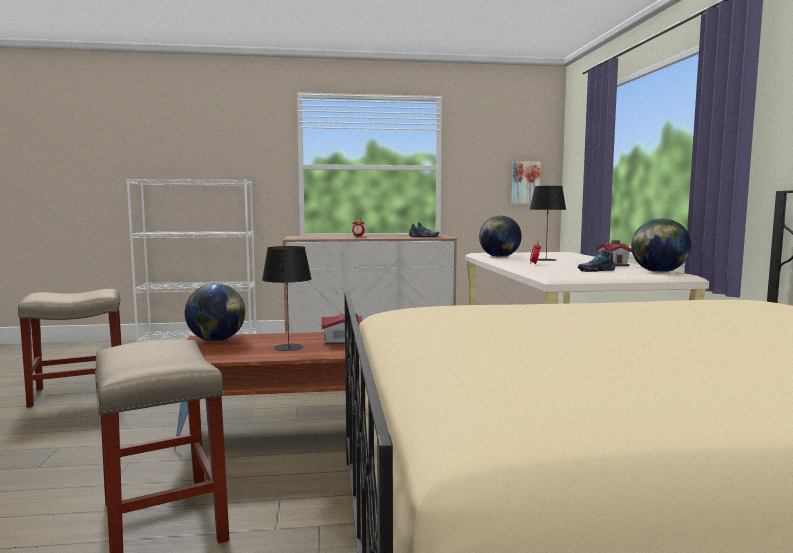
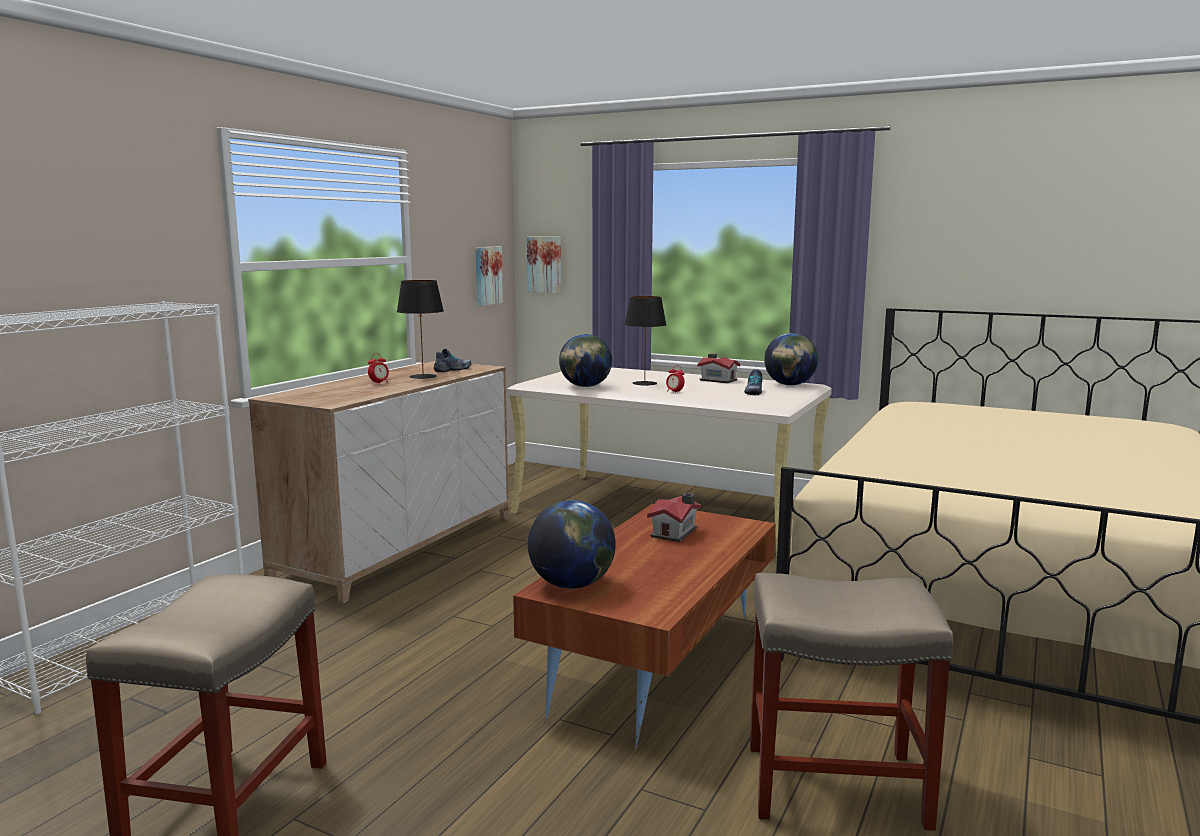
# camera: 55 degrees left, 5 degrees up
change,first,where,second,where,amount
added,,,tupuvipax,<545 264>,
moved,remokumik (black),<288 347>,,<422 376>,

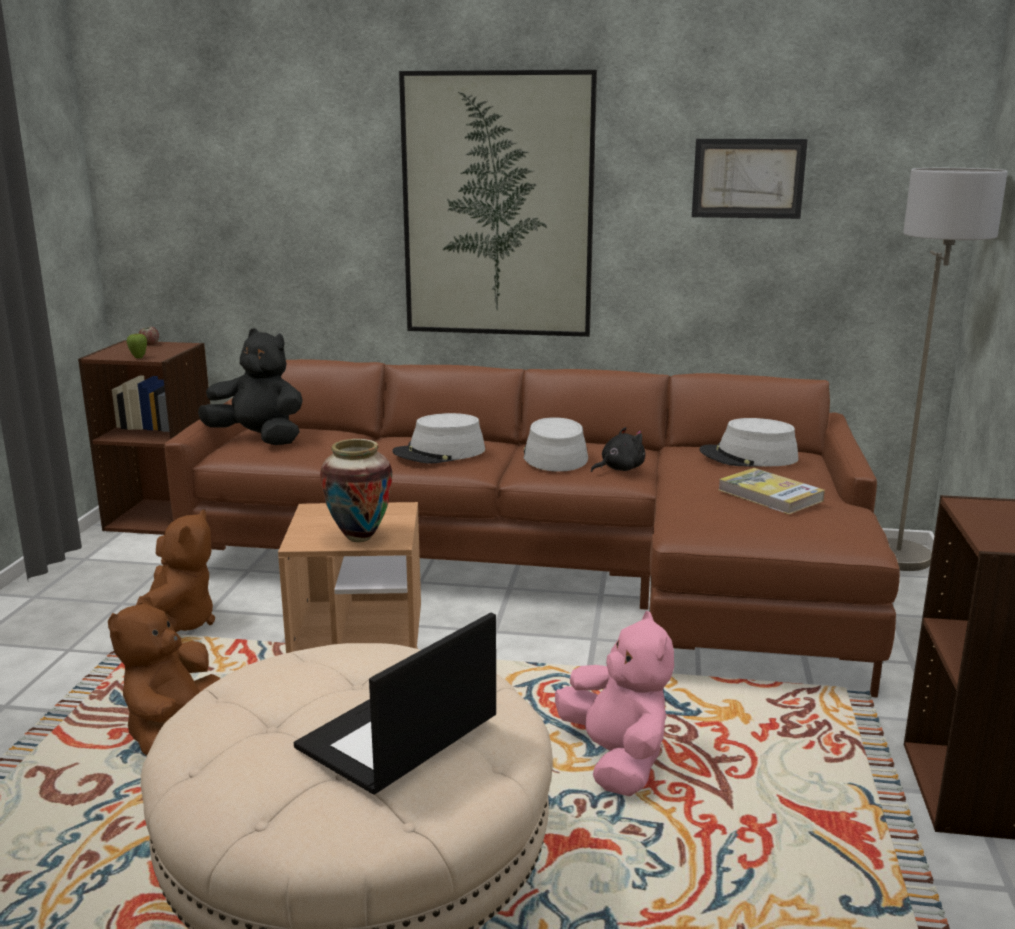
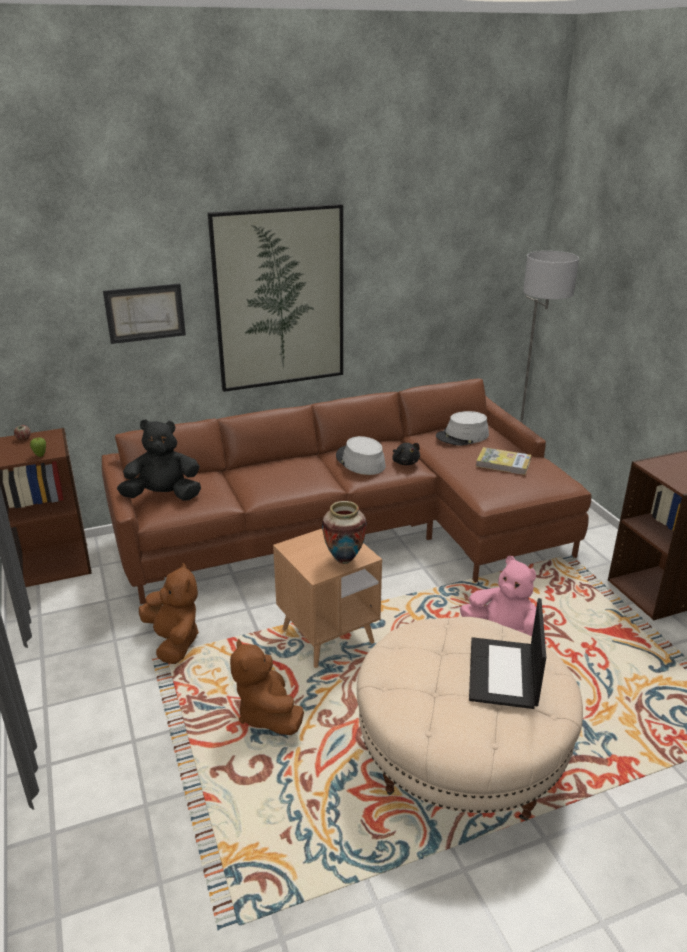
# camera: 30 degrees left, 10 degrees up
change,first,where,second,where,amount
removed,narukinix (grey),<439 452>,,,
moved,tupuvipax,<748 178>,,<145 313>,
turned,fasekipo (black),<619 469>,,<405 462>,120 degrees clockwise

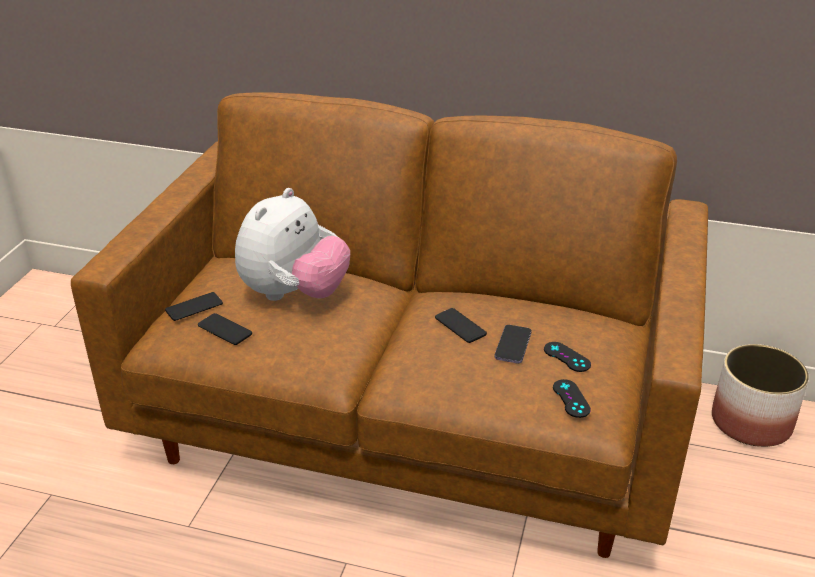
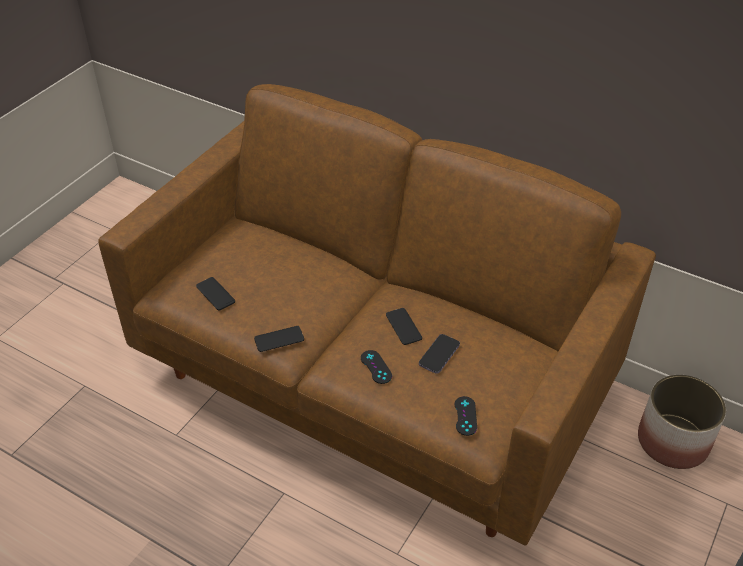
# camera: 15 degrees right, 10 degrees up
change,first,where,second,where,amount
removed,fasekipo,<294 294>,,,
moved,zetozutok,<194 307>,,<279 339>,
moved,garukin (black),<567 357>,,<376 367>,

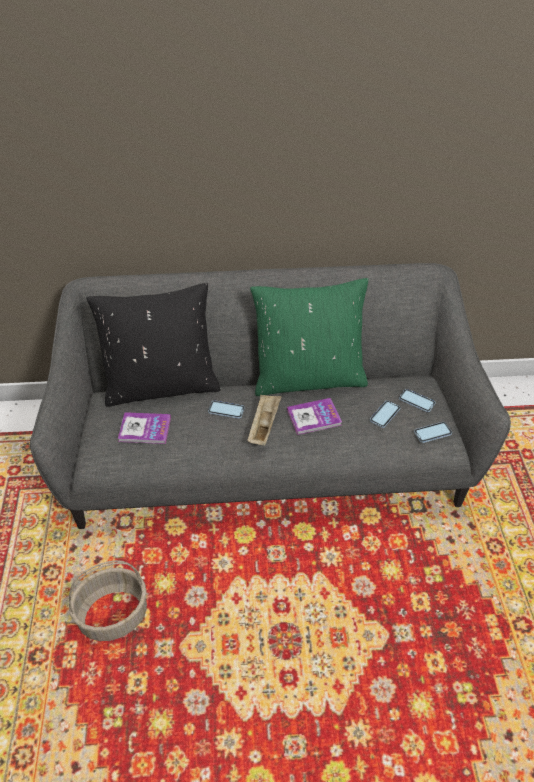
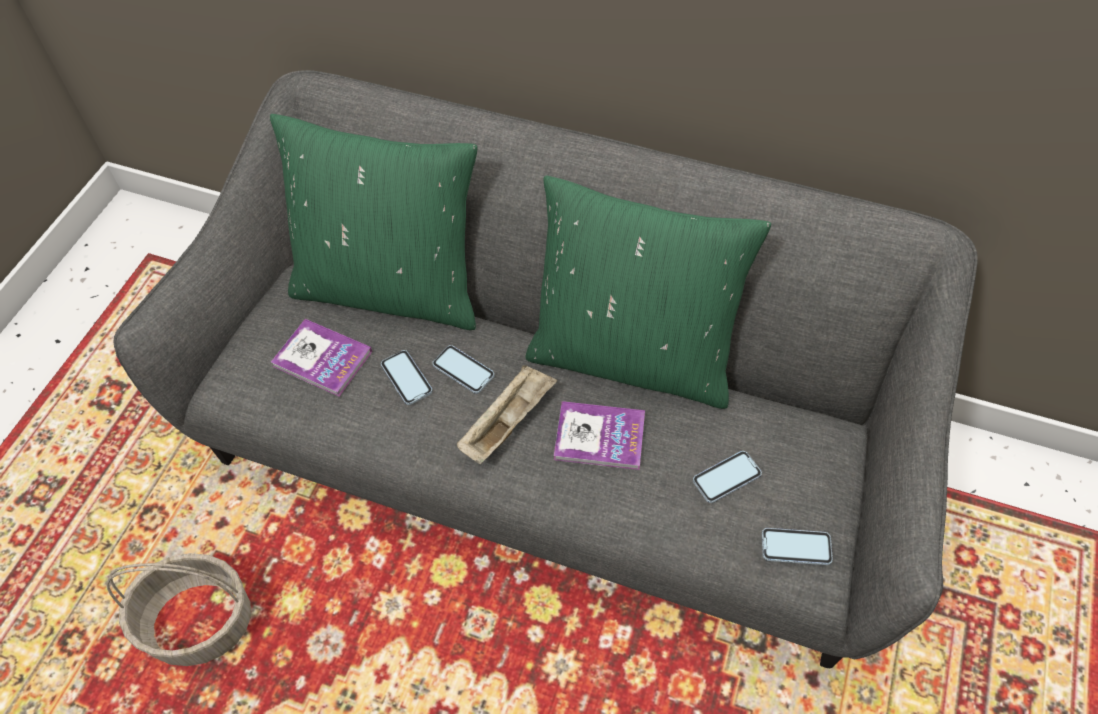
# camera: 25 degrees right, 10 degrees up
change,first,where,second,where,amount
moved,zetozutok,<416 401>,,<406 378>,
recoloured,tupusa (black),<162 385>,tupusa (green),<391 288>,

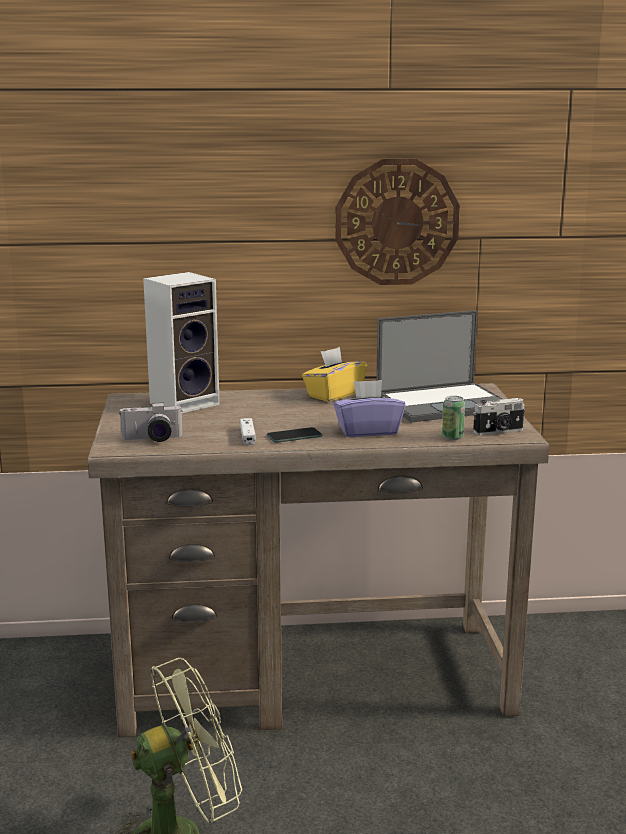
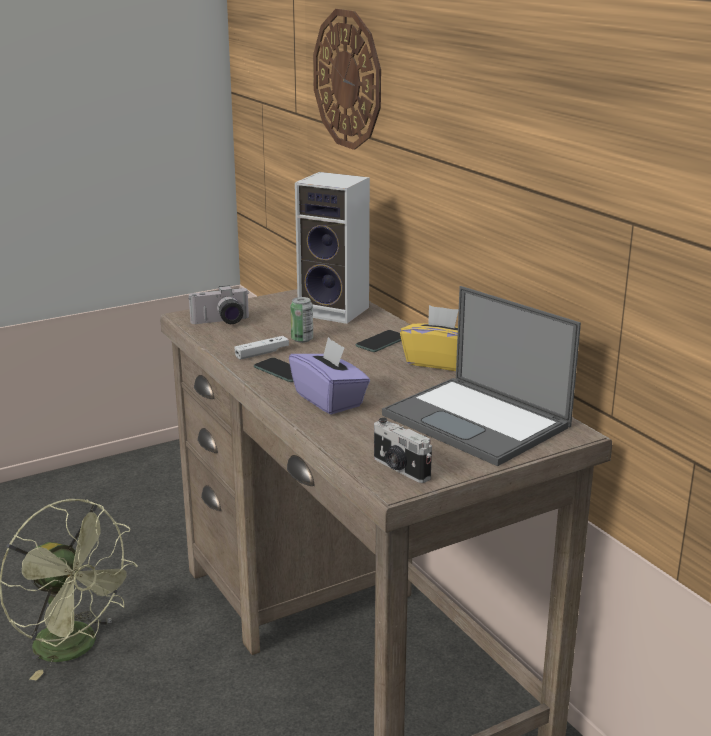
# camera: 65 degrees right, 5 degrees up
change,first,where,second,where,amount
added,,,zetozutok,<381 342>,
moved,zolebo,<397 222>,,<348 79>,
moved,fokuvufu,<452 437>,,<302 339>,
turned,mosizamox,<152 439>,,<221 322>,75 degrees counterclockwise

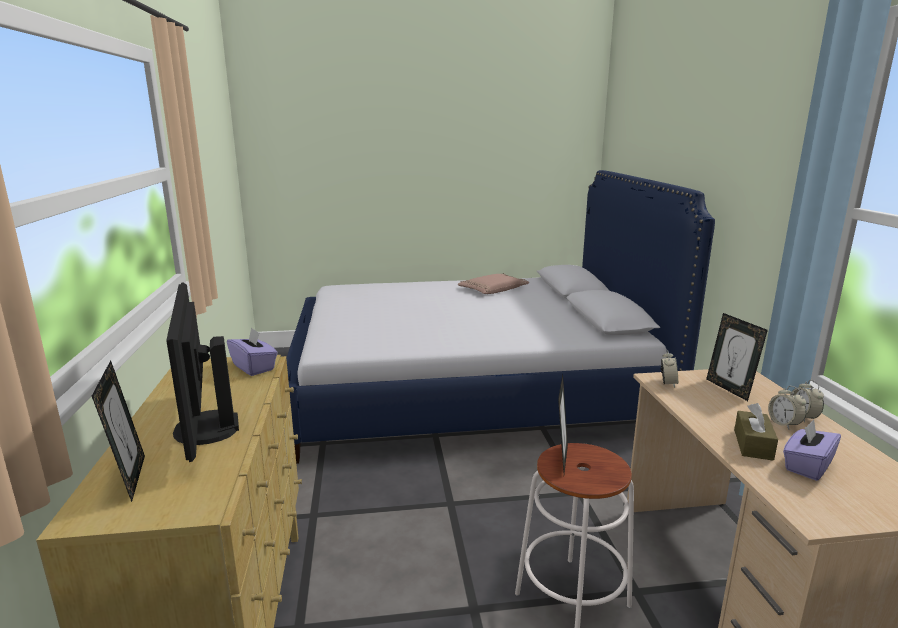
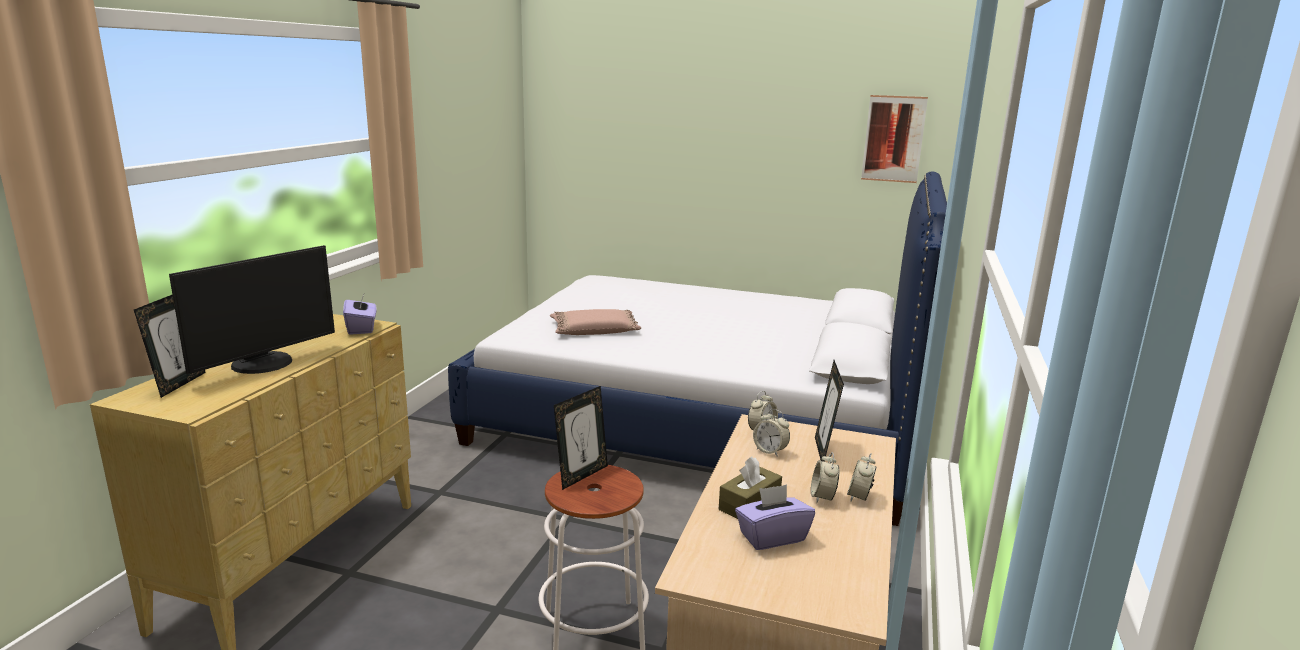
# camera: 25 degrees right, 0 degrees up
change,first,where,second,where,amount
added,,,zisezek,<770 451>,
added,,,tupuvipax,<893 139>,
moved,tupusa (beige),<493 288>,,<595 328>,
turned,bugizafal,<204 428>,,<264 364>,150 degrees counterclockwise

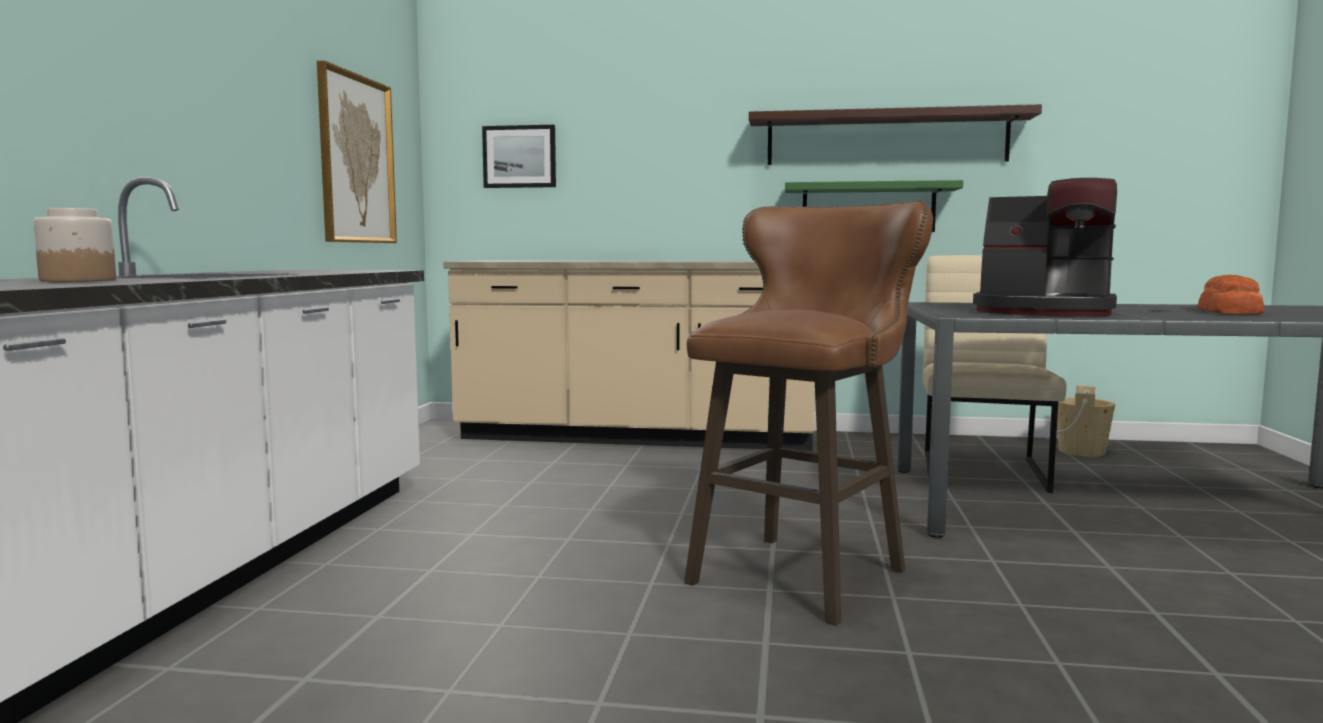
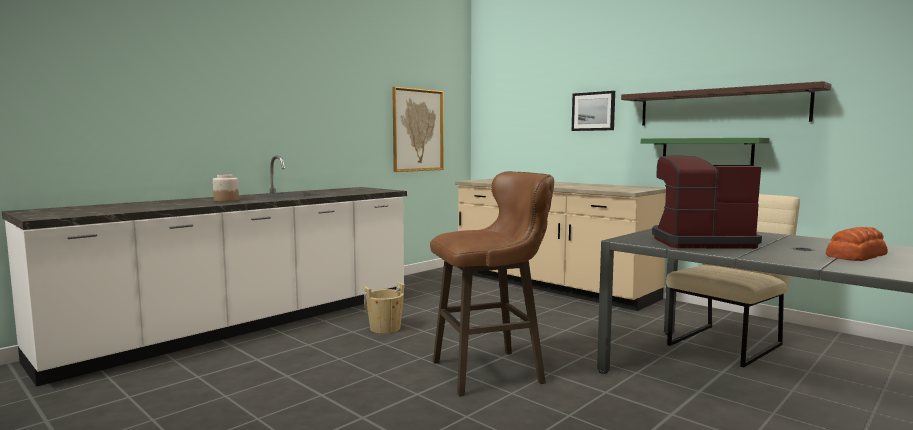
# camera: 35 degrees right, 0 degrees up
change,first,where,second,where,amount
moved,tupuvipax,<519 157>,,<593 111>,
moved,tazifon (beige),<1081 451>,,<385 328>,
turned,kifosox,<1044 312>,,<699 242>,120 degrees clockwise

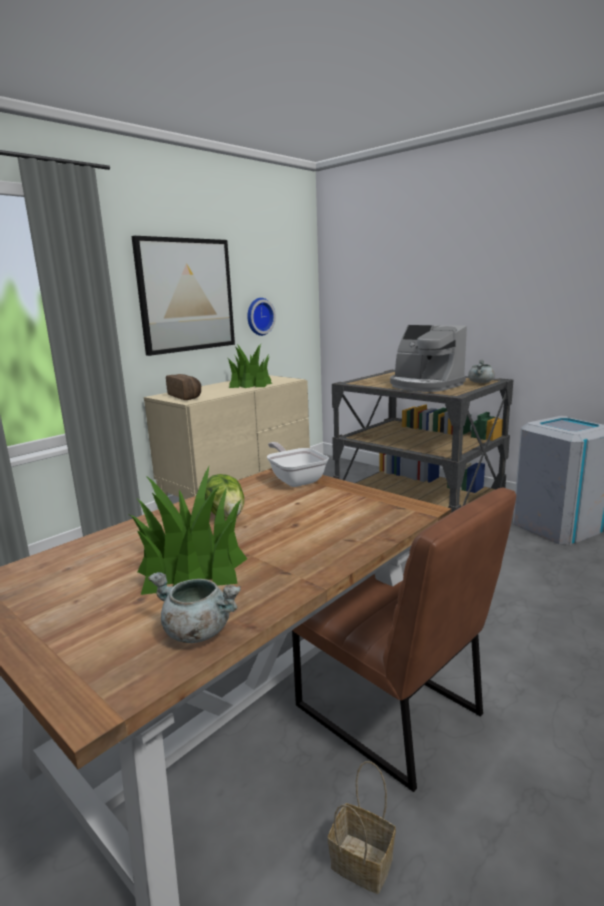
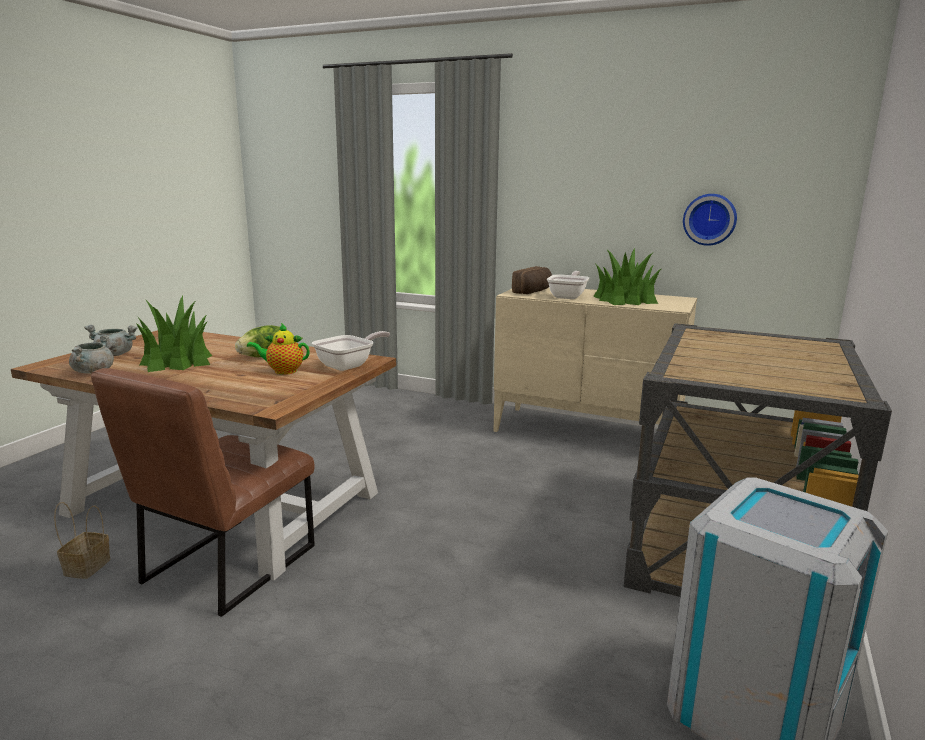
# camera: 70 degrees right, 0 degrees up
change,first,where,second,where,amount
removed,tupuvipax,<186 295>,,,
removed,kifosox,<424 386>,,,
added,,,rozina,<283 371>,
added,,,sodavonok,<568 296>,
moved,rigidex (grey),<480 382>,,<114 355>,

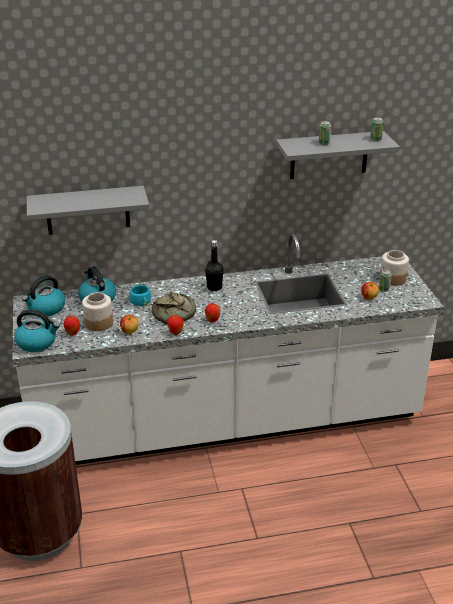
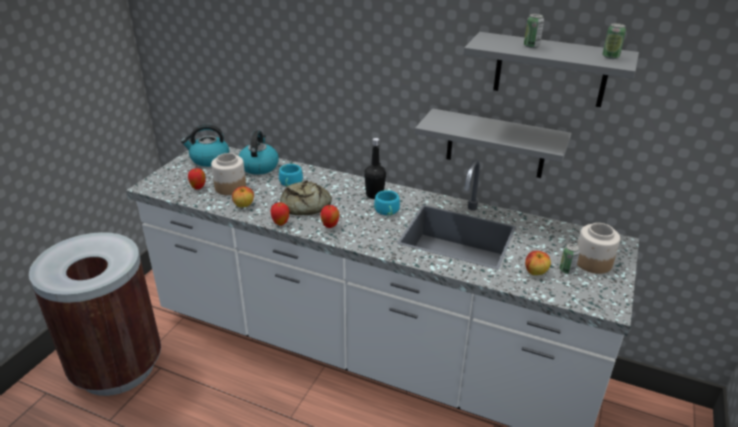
# camera: 35 degrees right, 0 degrees up
change,first,where,second,where,amount
removed,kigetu,<37 342>,,,
added,,,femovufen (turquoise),<387 211>,
moved,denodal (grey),<87 210>,,<495 144>,

